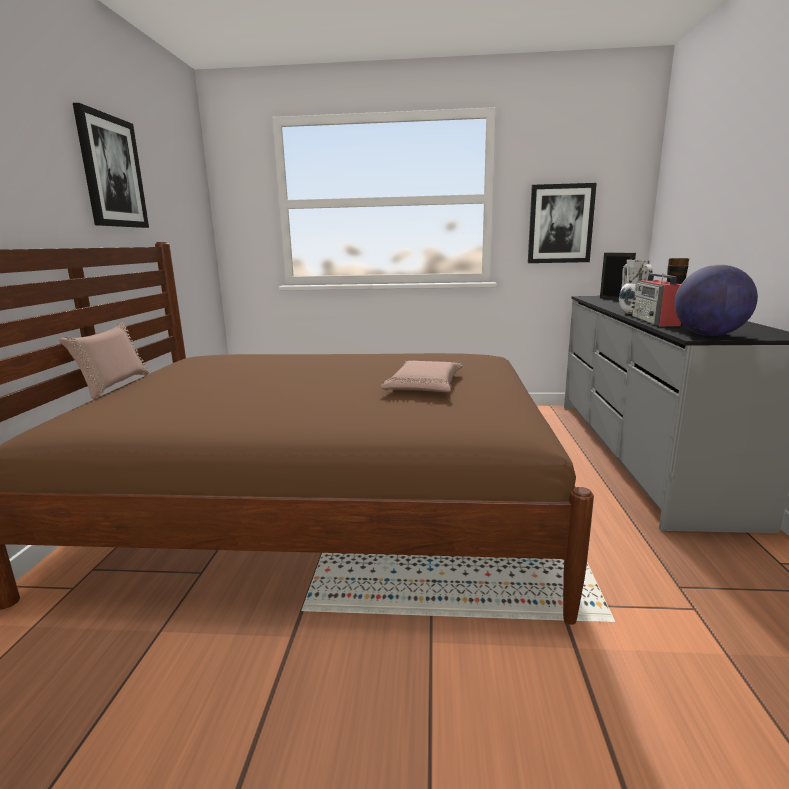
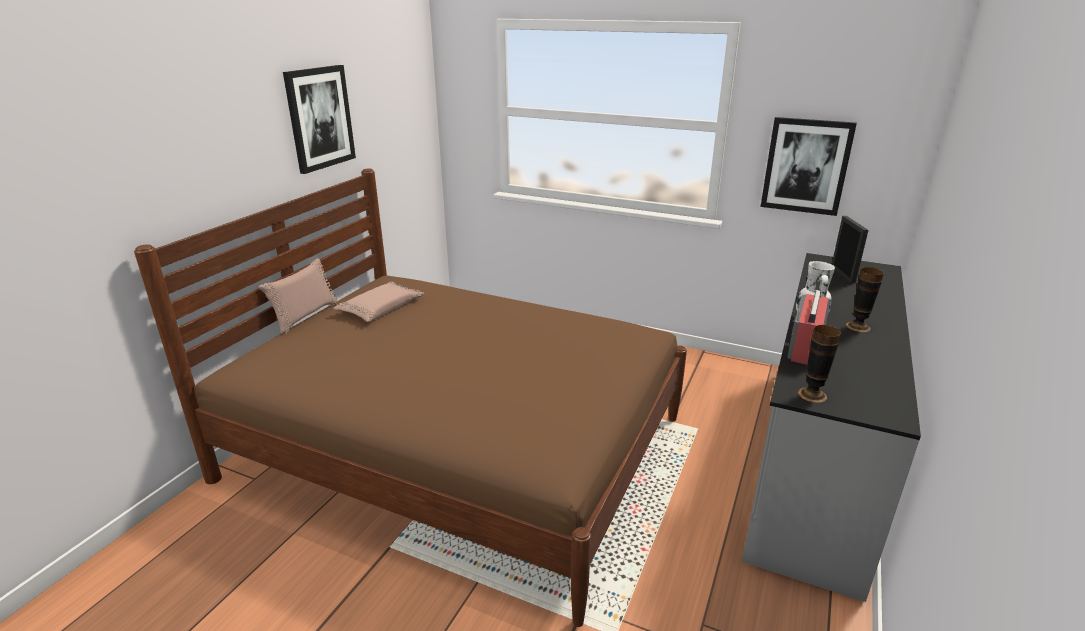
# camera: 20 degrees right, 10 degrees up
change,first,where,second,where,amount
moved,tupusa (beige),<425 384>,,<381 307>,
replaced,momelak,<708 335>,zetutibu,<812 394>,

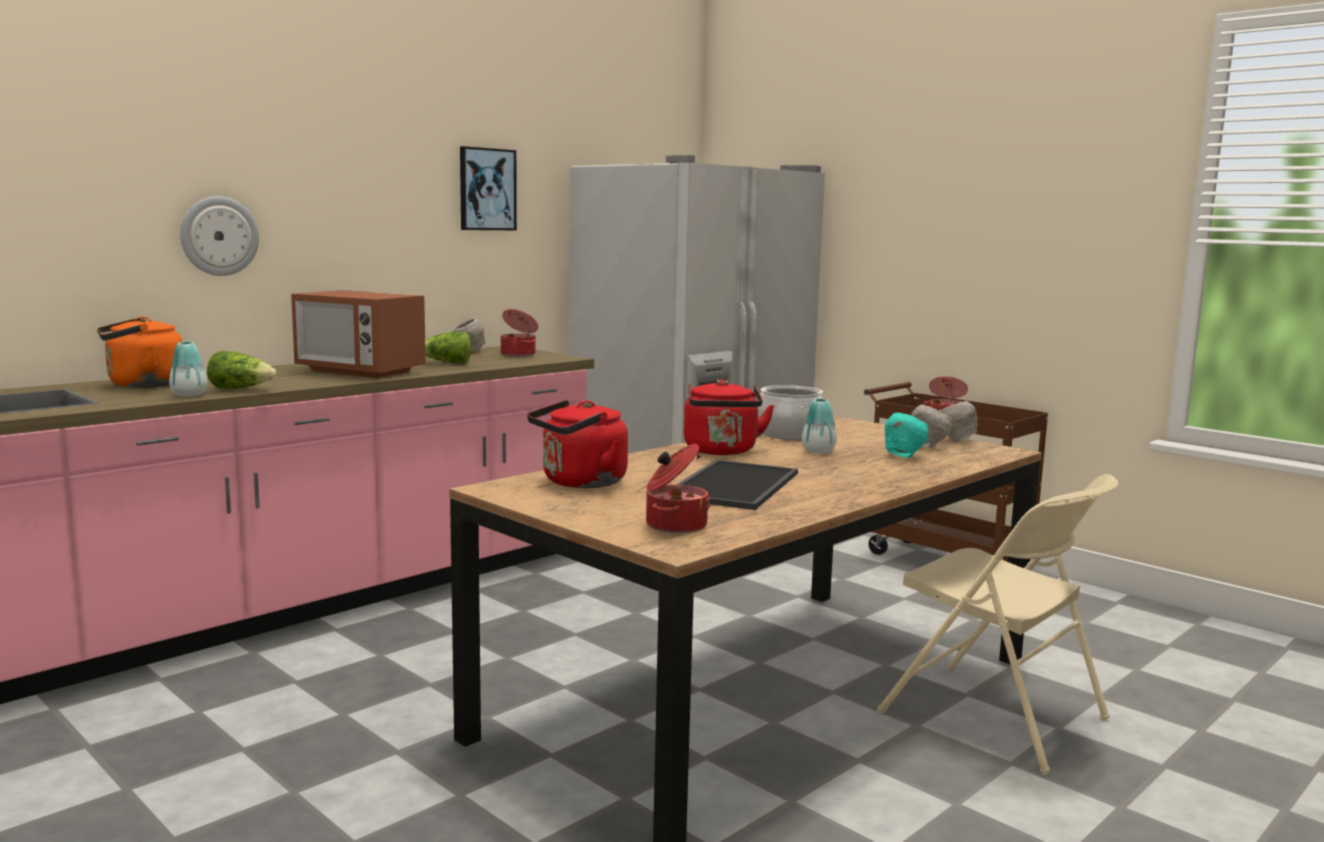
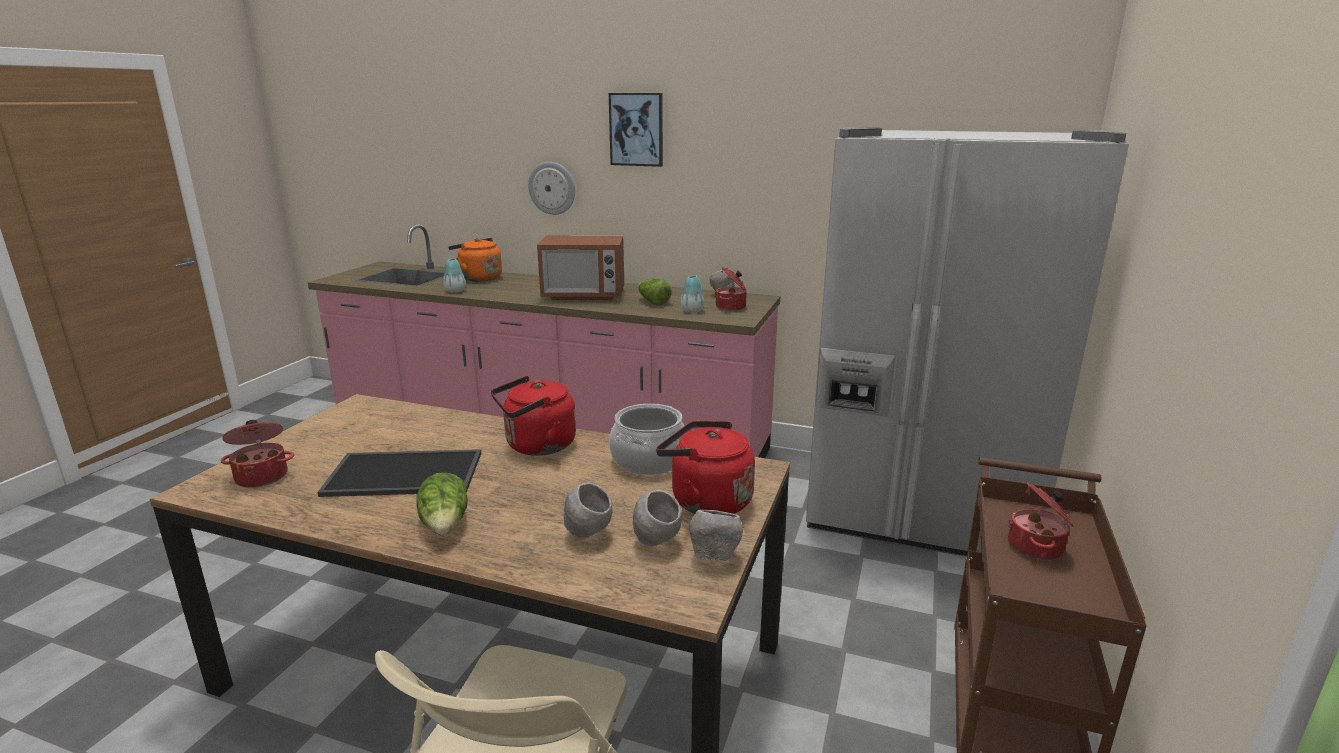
# camera: 65 degrees right, 10 degrees up
change,first,where,second,where,amount
moved,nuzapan,<241 389>,,<445 525>,
moved,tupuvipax,<487 189>,,<636 129>,
moved,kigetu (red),<580 483>,,<706 501>,
moved,zetutibu,<818 451>,,<692 311>,
recoloured,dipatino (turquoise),<903 457>,dipatino (grey),<588 535>,
turned,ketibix,<360 371>,,<583 295>,90 degrees counterclockwise

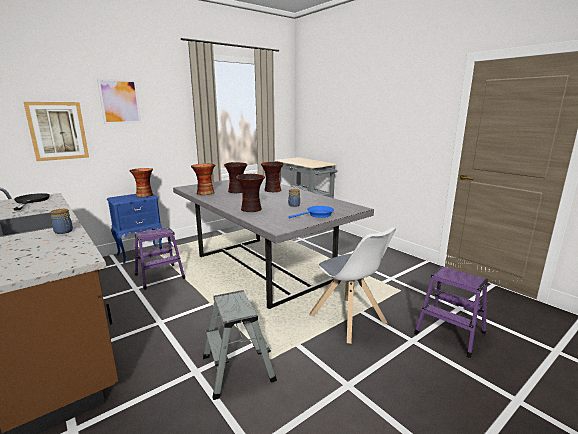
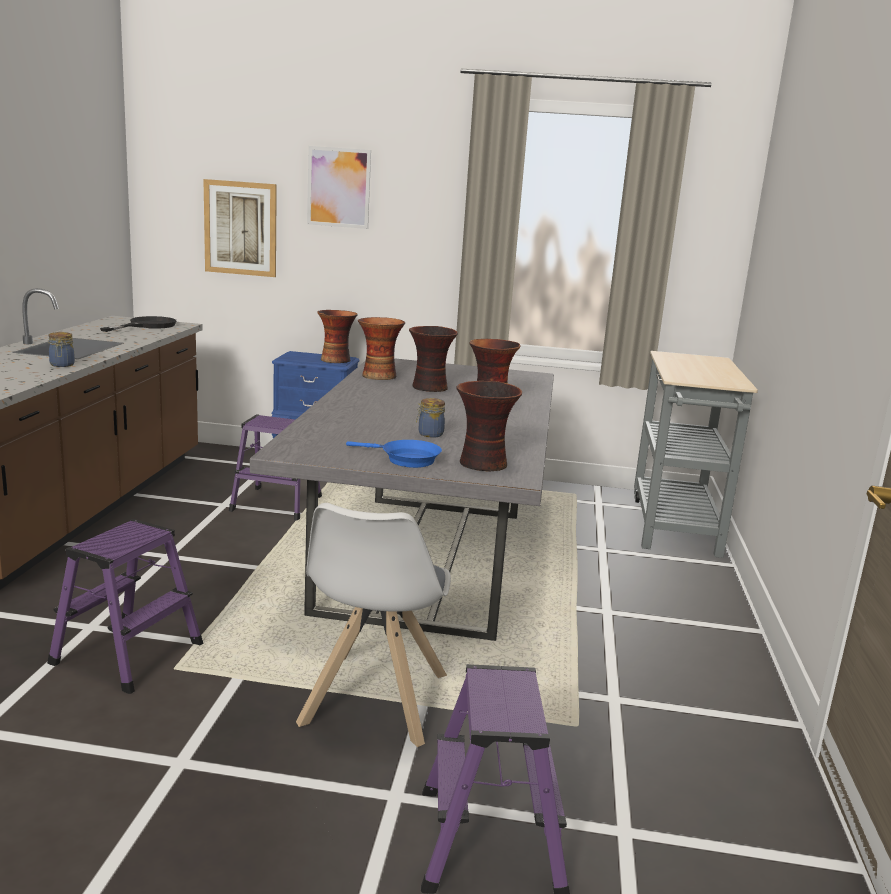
# camera: 45 degrees right, 0 degrees up
change,first,where,second,where,amount
moved,zetutibu,<252 209>,,<483 464>,
recoloured,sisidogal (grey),<238 368>,sisidogal (purple),<128 652>,

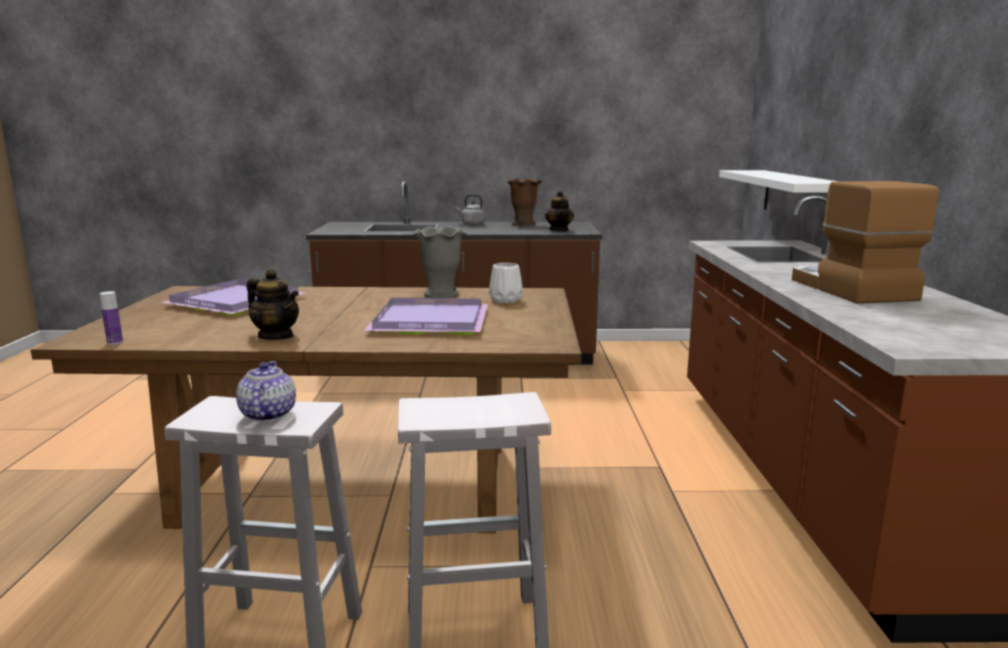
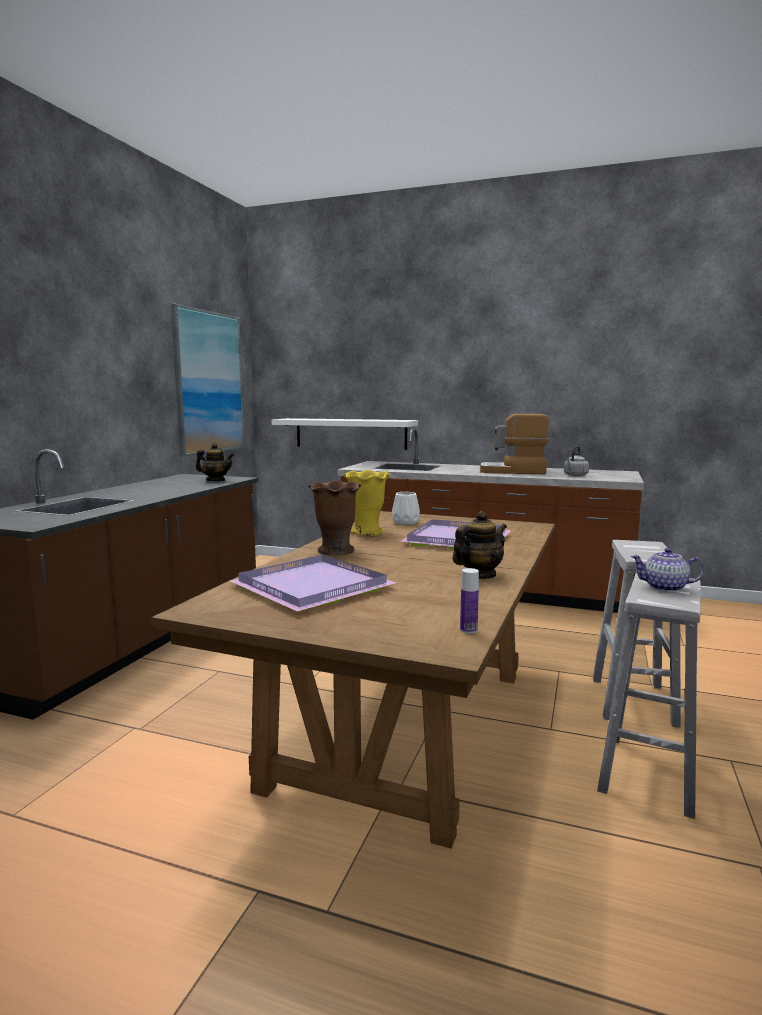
# camera: 70 degrees left, 5 degrees down
change,first,where,second,where,amount
added,,,tupuvipax,<209 383>,
moved,kigetu (grey),<472 224>,,<575 475>,
moved,zetutibu (brown),<523 224>,,<335 551>,
recoloured,zetutibu (grey),<441 295>,zetutibu (yellow),<367 532>,

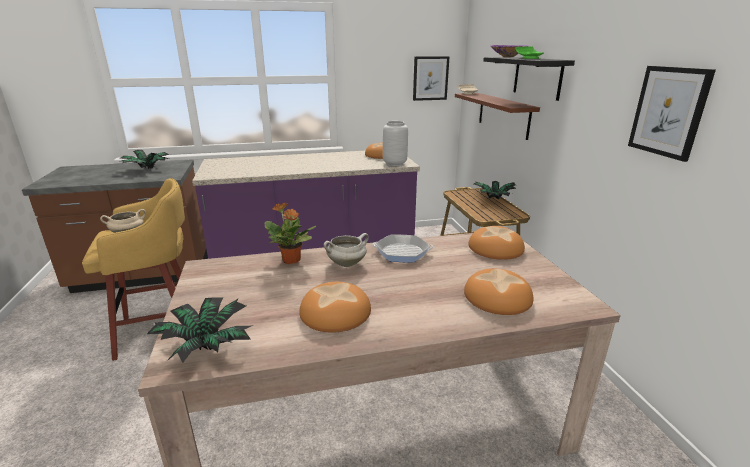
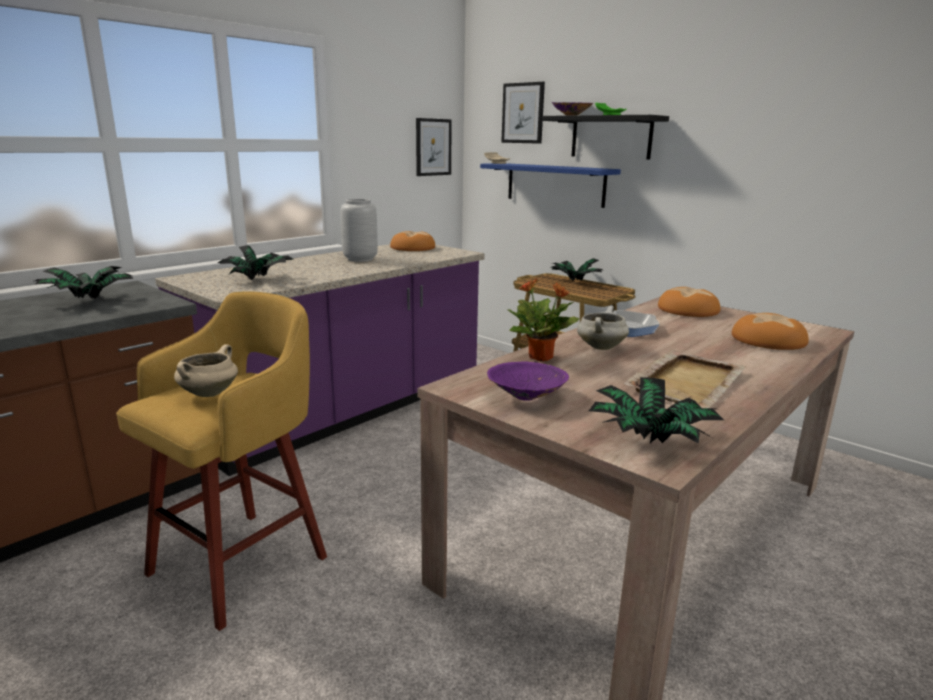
# camera: 35 degrees left, 5 degrees down
change,first,where,second,where,amount
added,,,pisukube,<258 279>,
added,,,dipatino (purple),<526 396>,
moved,zetutibu (grey),<394 164>,,<360 259>,
moved,tupuvipax,<668 111>,,<523 113>,
replaced,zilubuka,<336 312>,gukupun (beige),<687 382>,
recoloured,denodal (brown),<503 114>,denodal (blue),<555 184>,

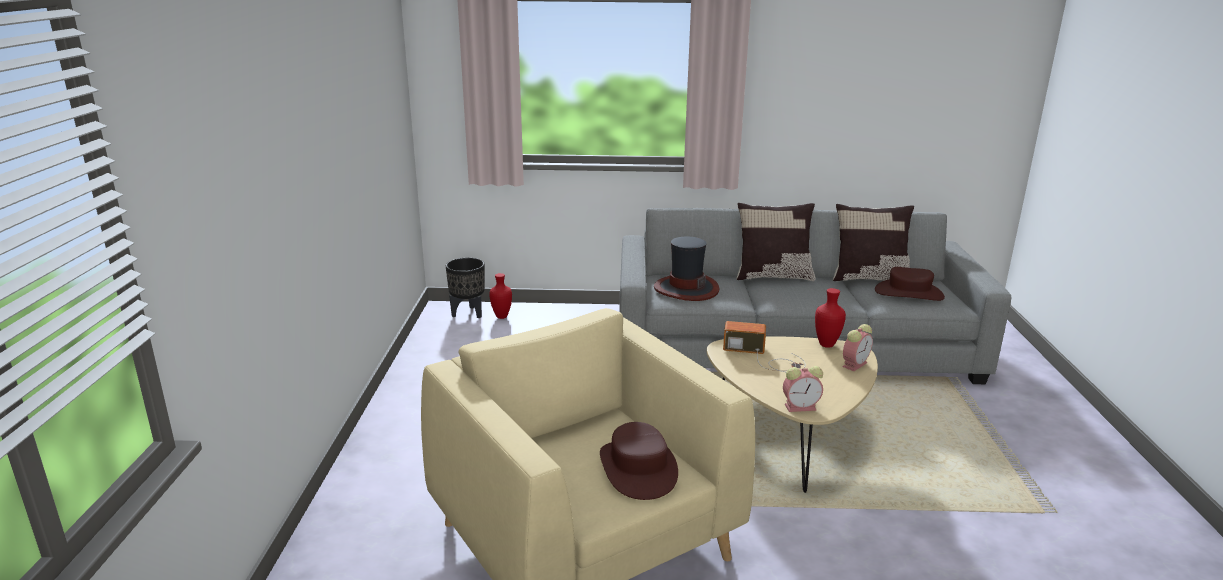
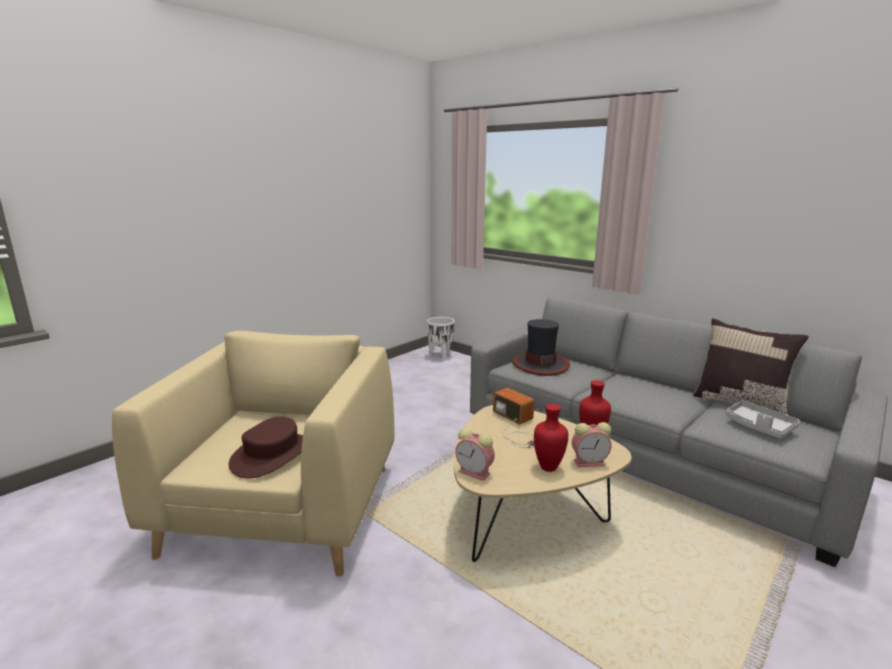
# camera: 40 degrees right, 5 degrees down
change,first,where,second,where,amount
removed,tupusa,<773 276>,,,
moved,zetutibu (red),<502 316>,,<549 467>,
replaced,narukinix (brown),<909 293>,gukupun (grey),<759 427>,
recoloured,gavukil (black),<468 313>,gavukil (white),<441 356>,

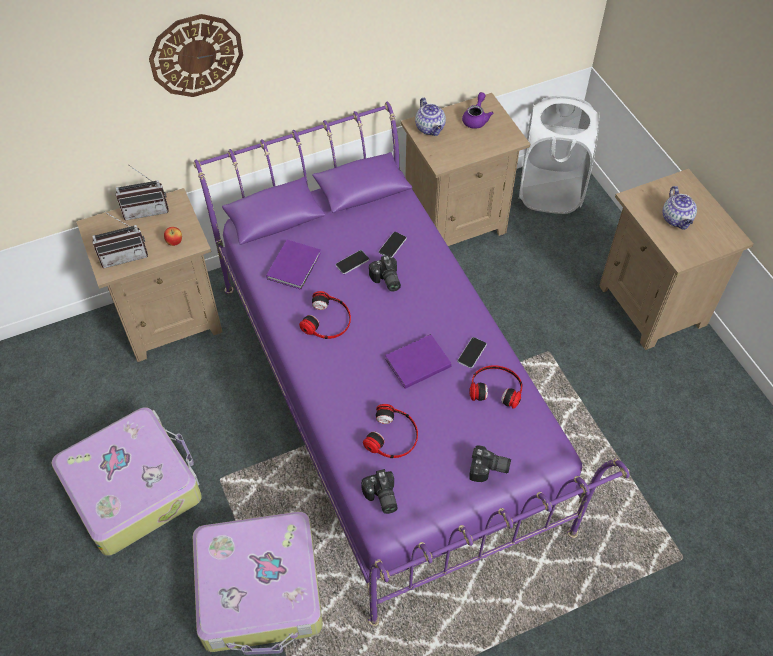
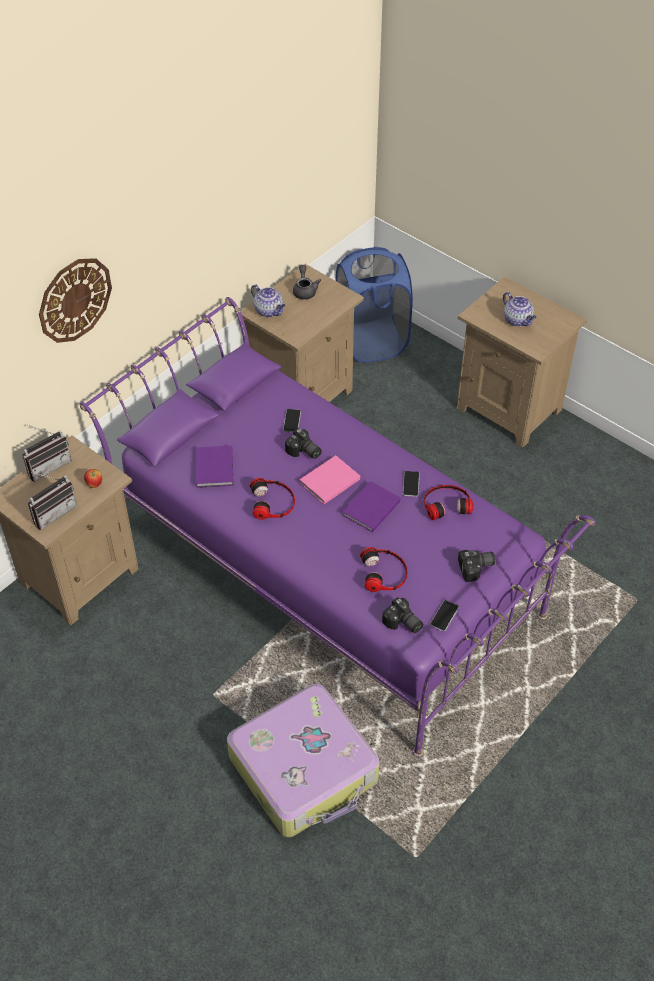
# camera: 25 degrees left, 5 degrees down
change,first,where,second,where,amount
removed,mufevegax,<133 486>,,,
added,,,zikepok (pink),<328 481>,
moved,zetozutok,<352 262>,,<444 616>,
recoloured,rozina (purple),<476 119>,rozina (grey),<305 290>,
recoloured,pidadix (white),<550 192>,pidadix (blue),<371 342>,

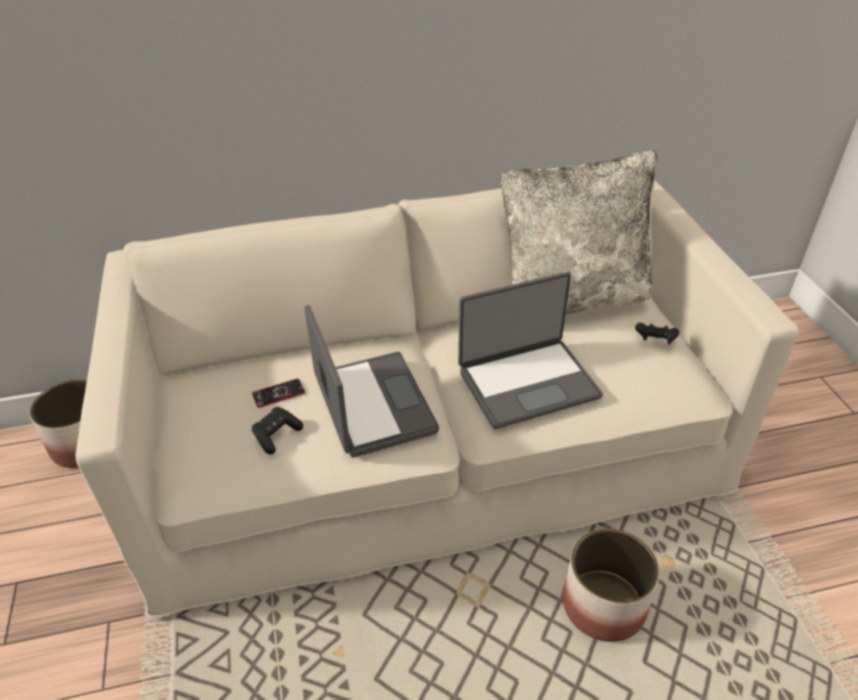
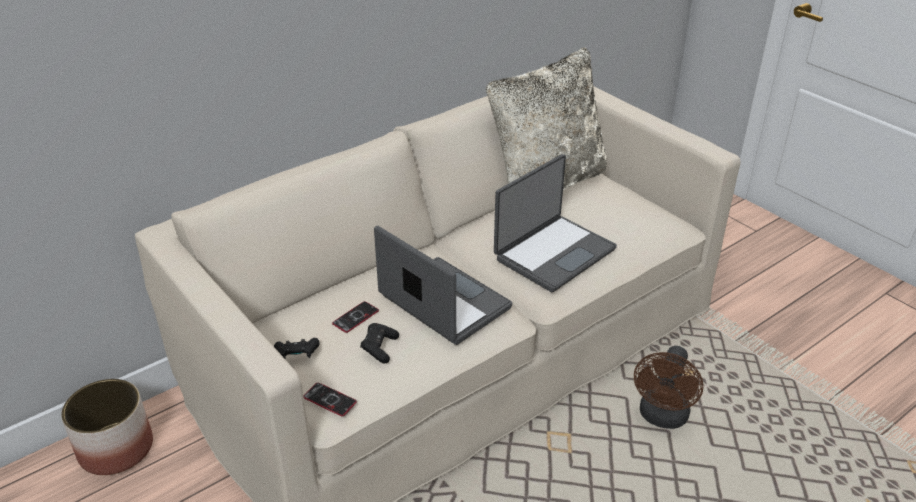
# camera: 25 degrees left, 5 degrees down
change,first,where,second,where,amount
added,,,zetozutok,<329 400>,
moved,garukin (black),<655 339>,,<297 355>,
replaced,gavukil,<604 605>,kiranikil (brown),<662 417>,

